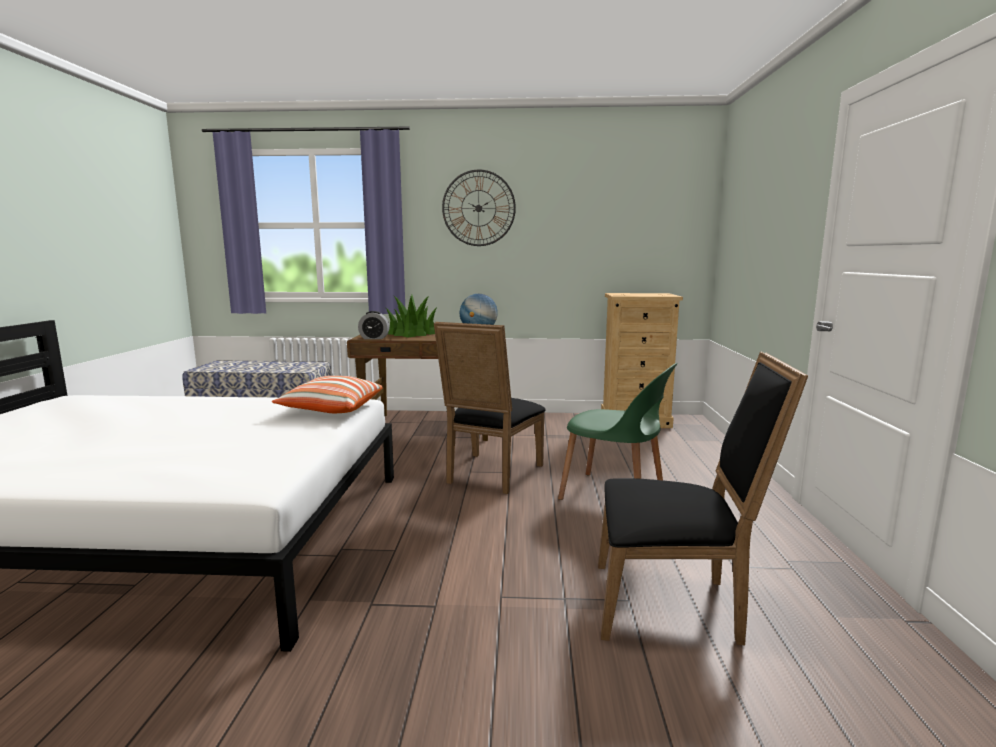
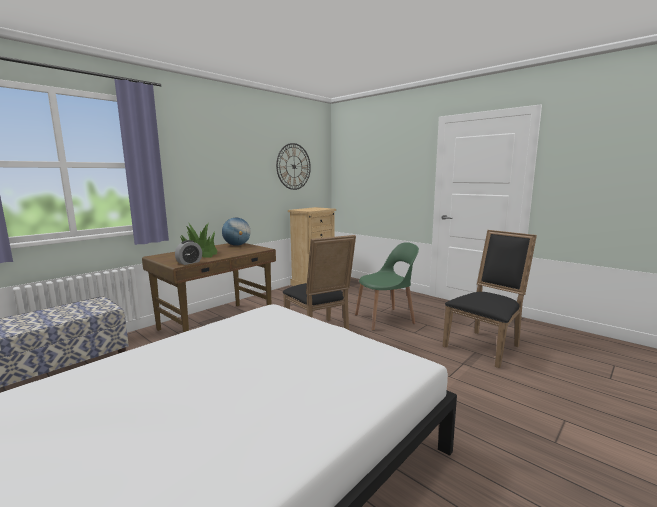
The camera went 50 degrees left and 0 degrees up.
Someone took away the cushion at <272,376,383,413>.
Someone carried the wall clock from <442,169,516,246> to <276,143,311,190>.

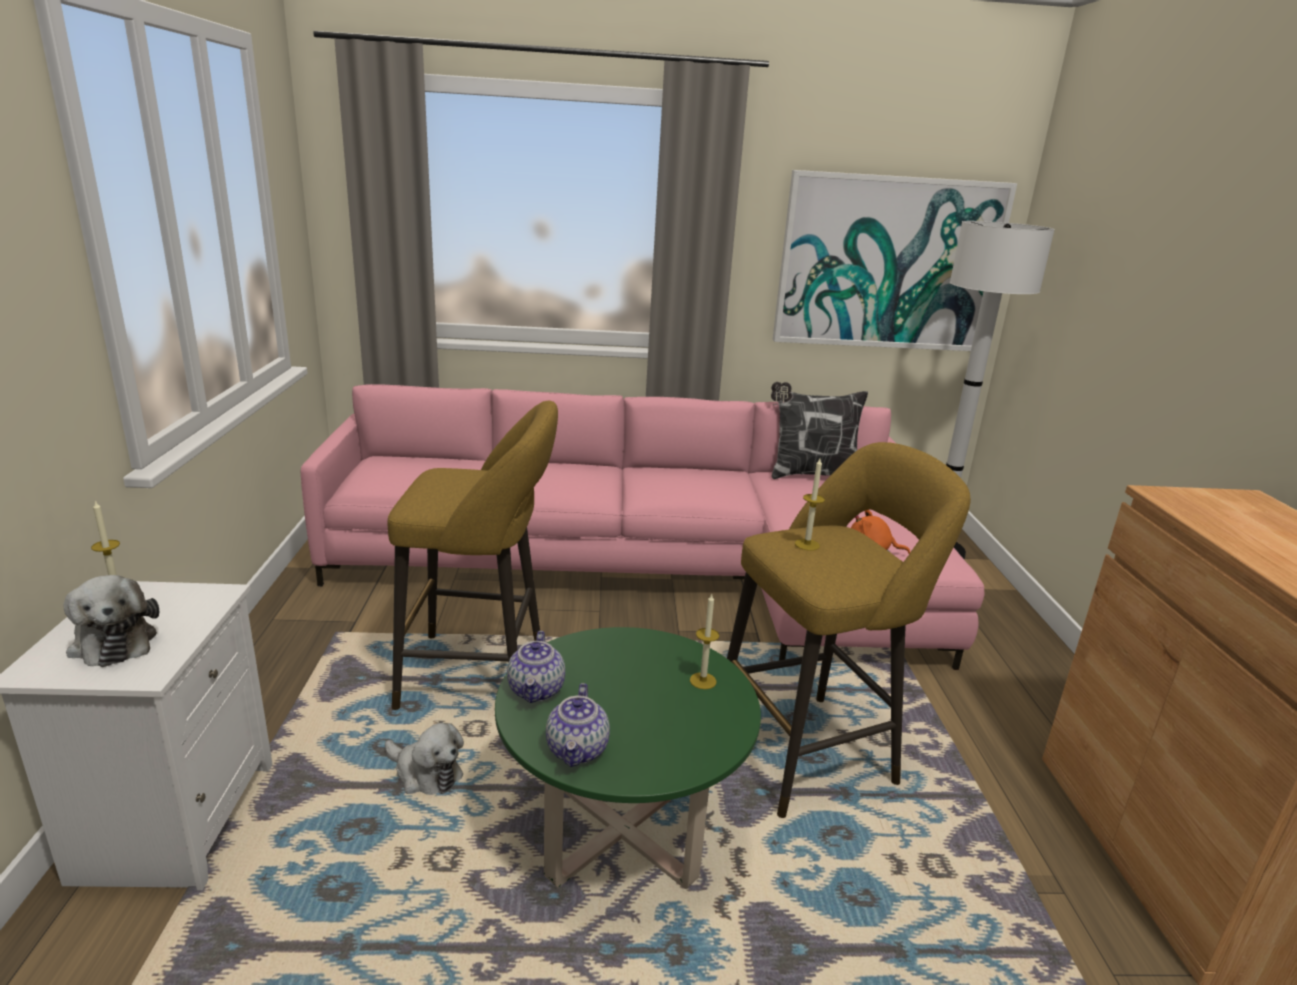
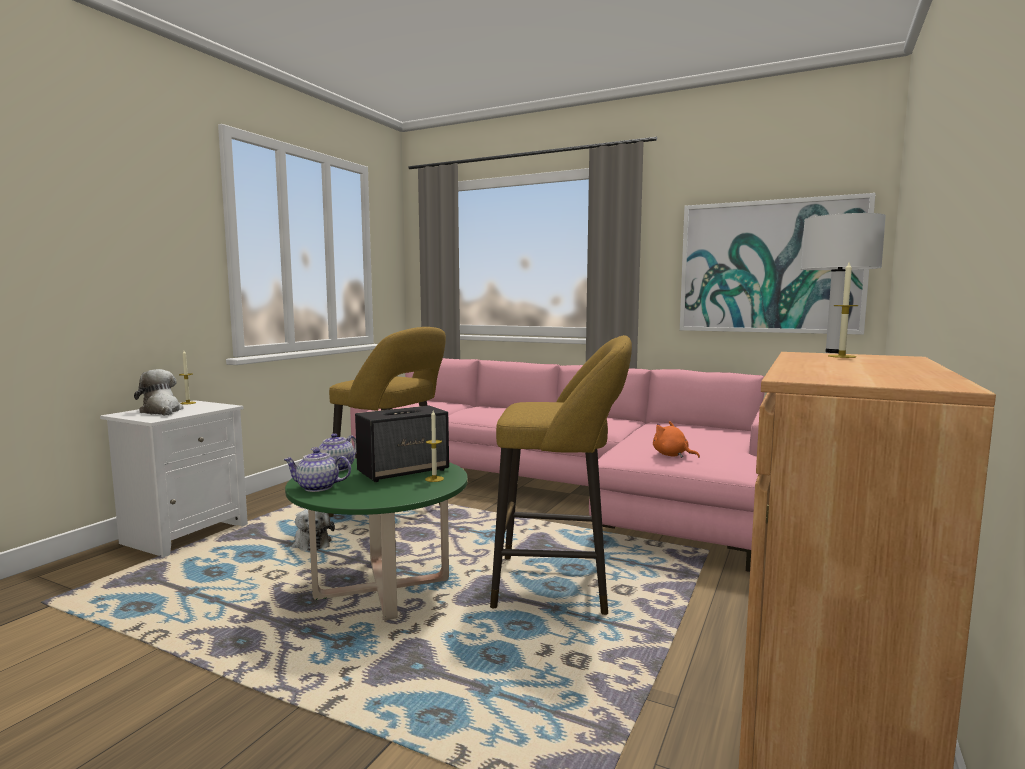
The camera went 30 degrees right and 15 degrees down.
Someone rotated the soft toy at <63,575,159,667> by 150 degrees clockwise.
Someone rotated the teapot at <546,683,610,767> by 60 degrees clockwise.
Someone took away the cushion at <771,382,868,479>.
Someone carried the candle from <795,459,825,551> to <828,262,858,358>.
Someone put down the loudspeaker at <355,405,449,482>.

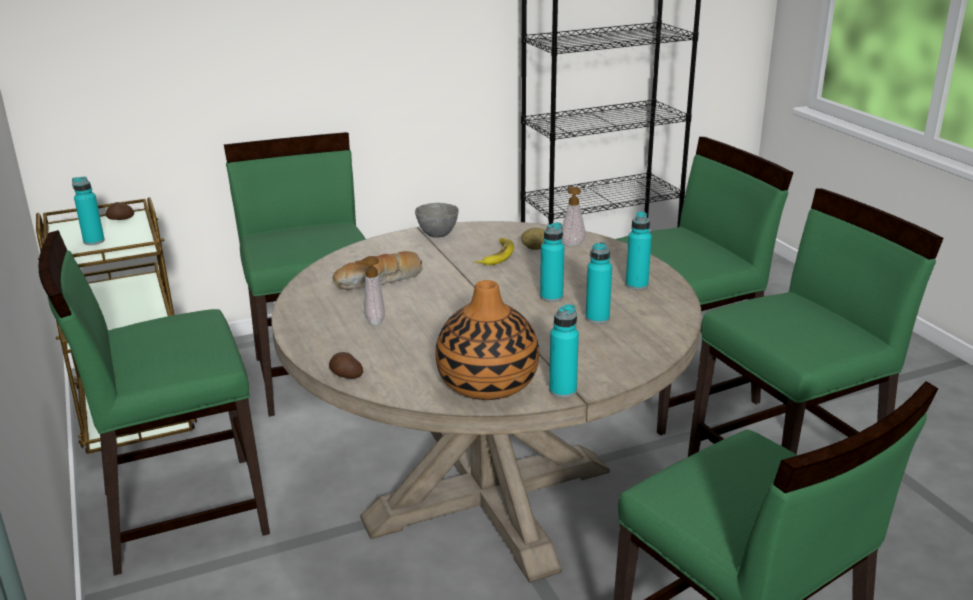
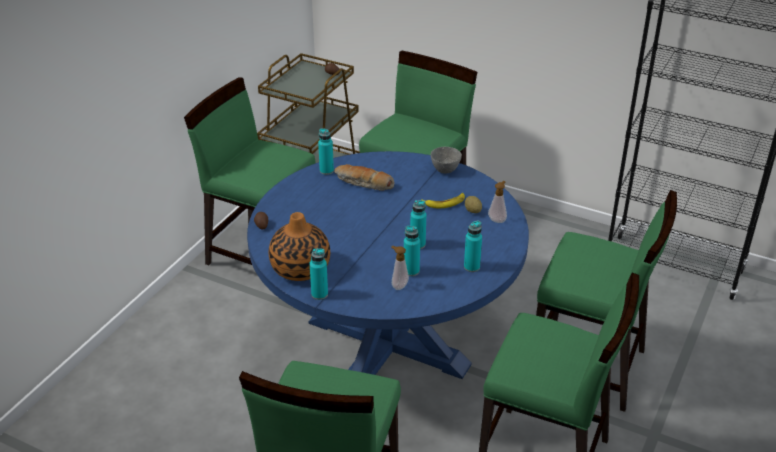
The camera went 50 degrees right and 10 degrees up.
Someone carried the beverage bottle in turquoise-coloured from <72,176,105,245> to <318,128,334,175>.
Someone repainted the kitchen table in sand-coloured at <272,221,702,583>, which became the kitchen table in blue-coloured at <247,151,529,379>.
Someone carried the liquid soap bottle from <355,256,385,326> to <391,245,409,290>.

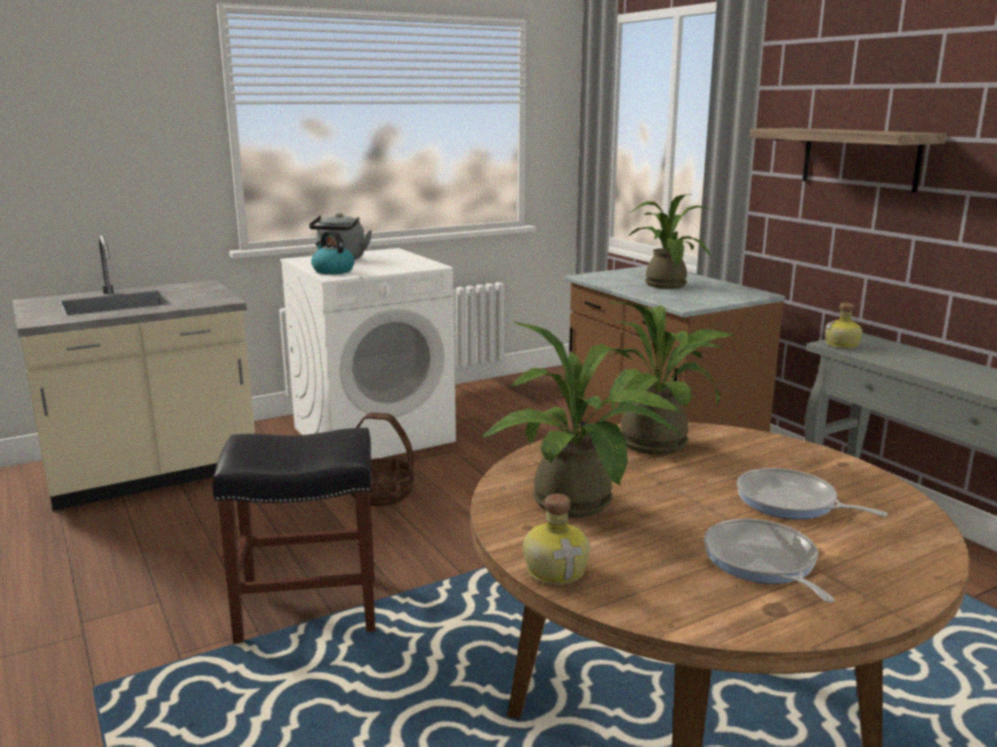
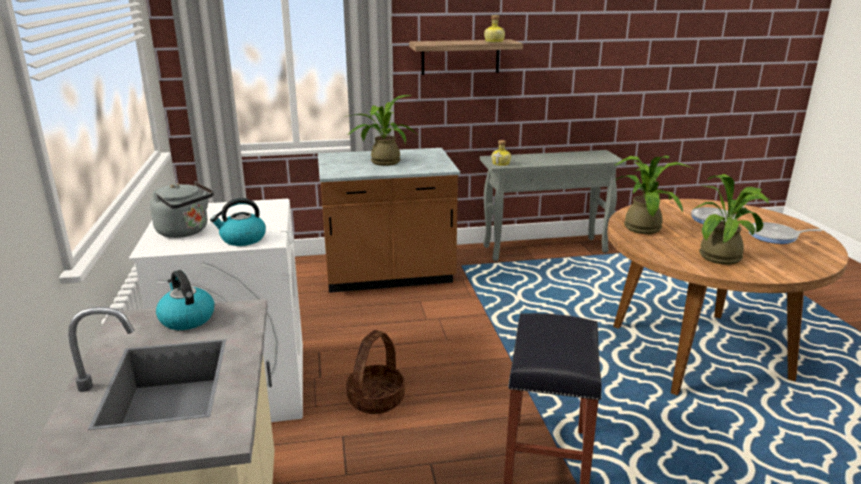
The camera went 70 degrees left and 5 degrees up.
Someone carried the beverage bottle from <523,494,590,585> to <484,15,505,43>.
Someone put down the tea kettle at <156,270,214,330>.

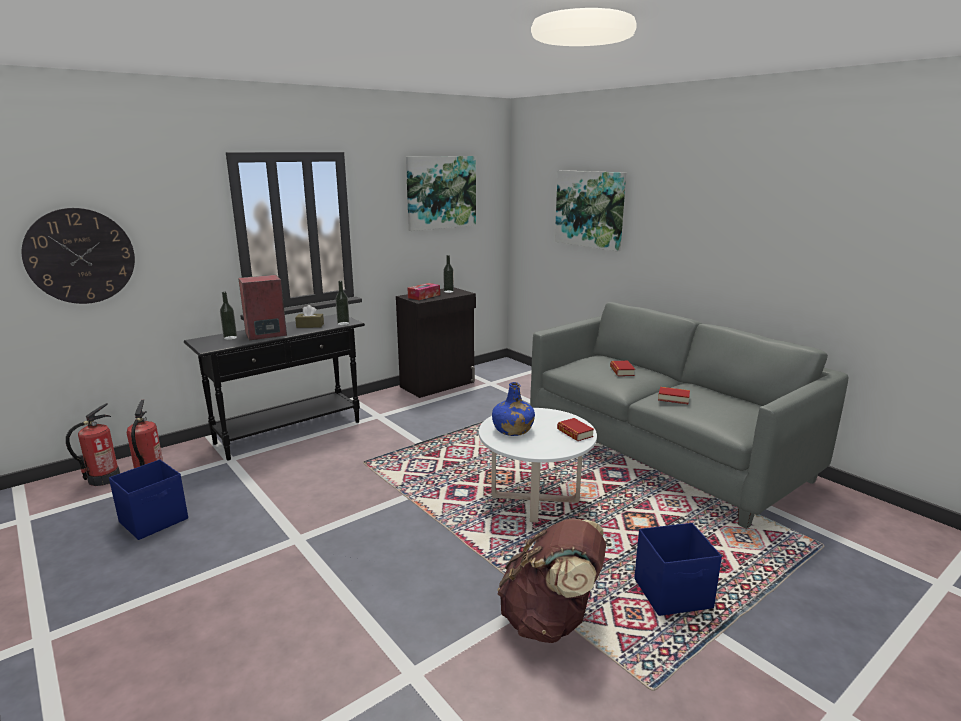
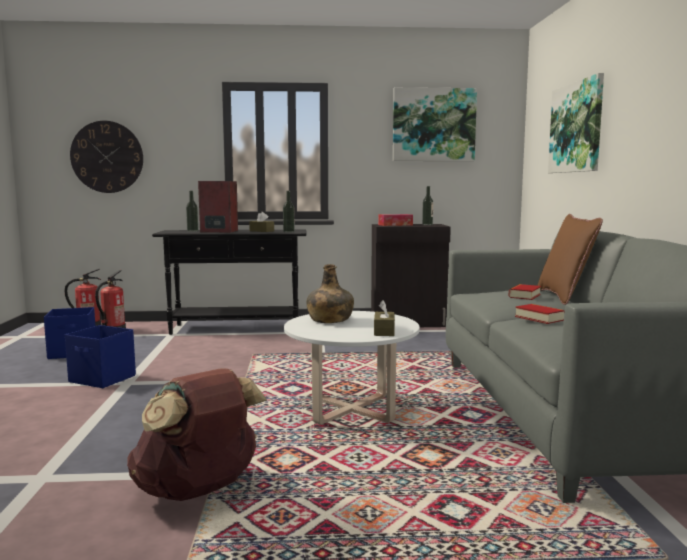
The camera went 35 degrees right and 10 degrees down.
Someone repainted the beverage bottle in blue-coloured at <492,382,535,436>, which became the beverage bottle in greenish at <307,264,354,323>.
Someone swapped the volume at <557,418,594,441> for the tissue box in brown-coloured at <374,300,395,336>.
Someone carried the storage bin in blue-coloured from <634,523,722,616> to <65,325,136,388>.
Someone put down the cushion in brown-coloured at <537,214,603,305>.

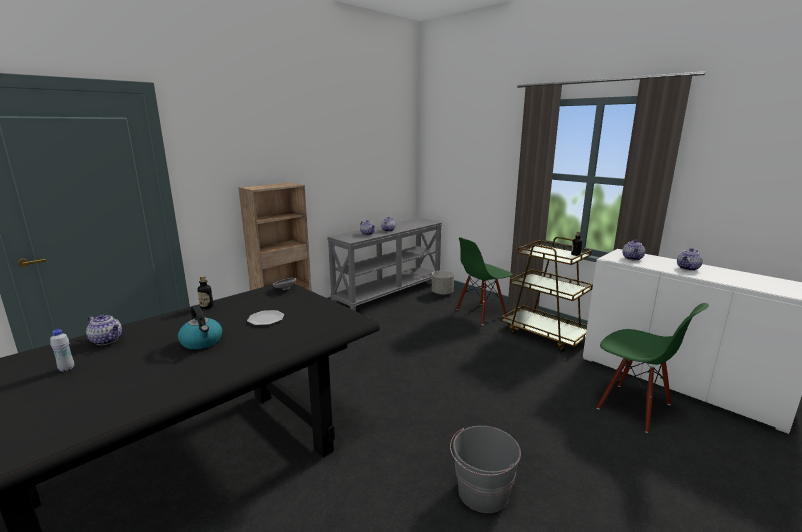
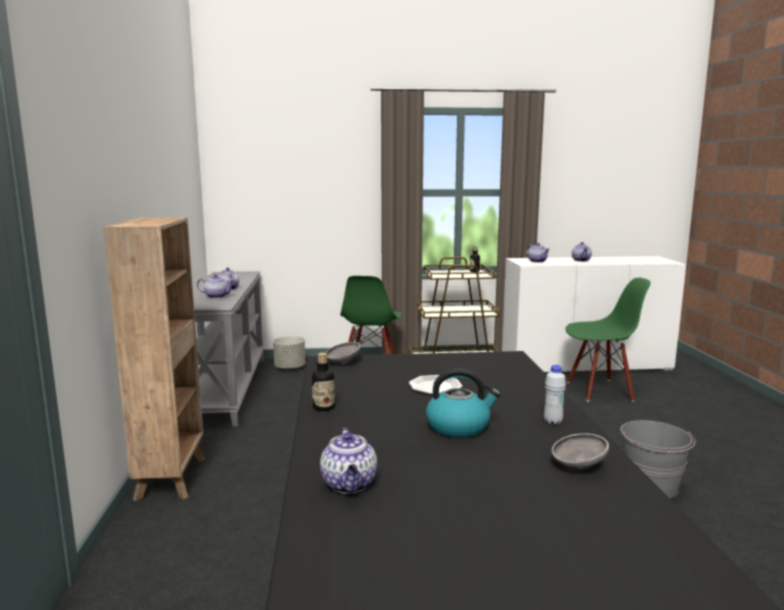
The camera went 50 degrees left and 5 degrees down.
Someone carried the beverage bottle in white from <50,329,75,372> to <544,365,566,425>.
Someone rotated the teapot at <86,314,122,345> by 105 degrees clockwise.
Someone put down the serving bowl in gray at <551,433,609,469>.

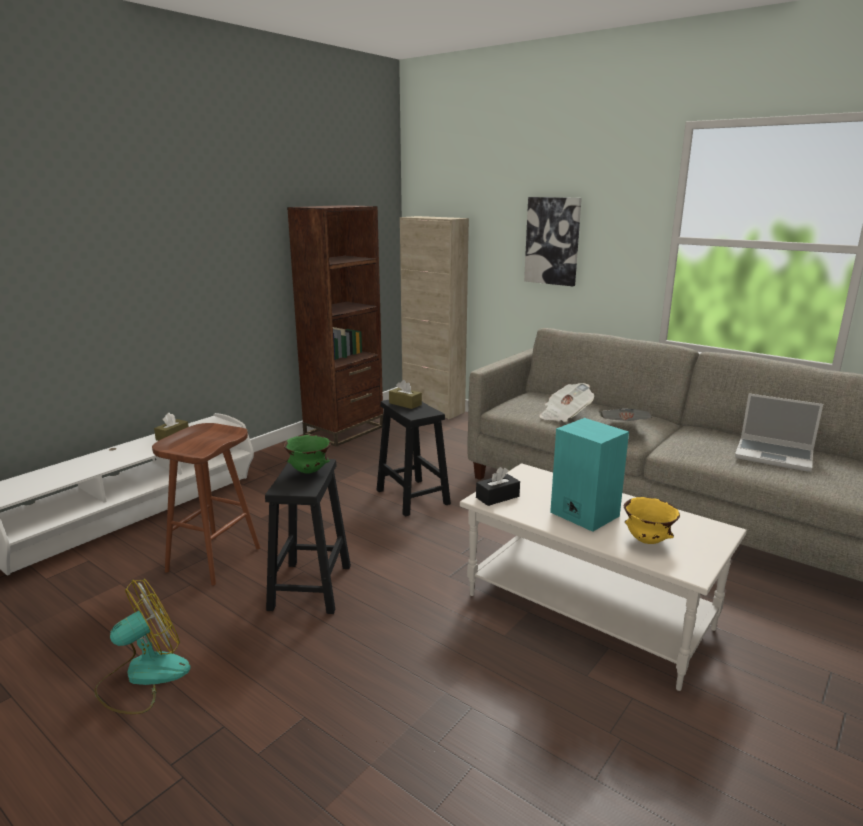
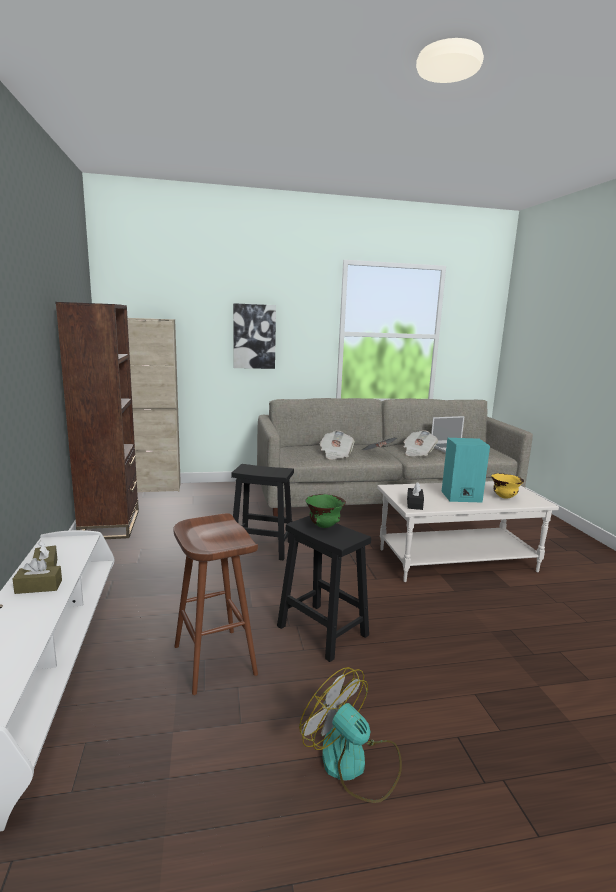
The camera went 50 degrees left and 5 degrees down.
Someone rotated the electric fan at <95,579,191,714> by 45 degrees counterclockwise.
Someone carried the tissue box in brown-coloured from <389,380,422,409> to <13,558,62,594>.
Someone put down the printed paper at <403,430,438,456>.

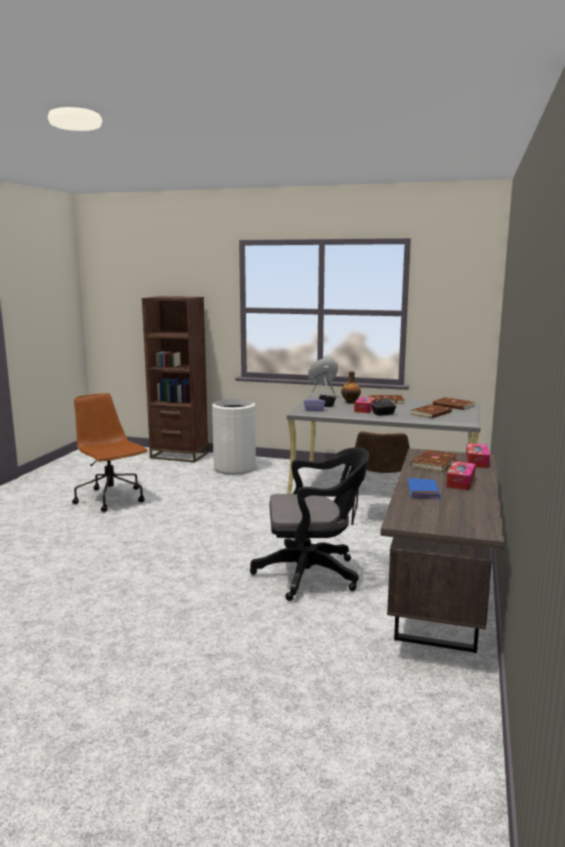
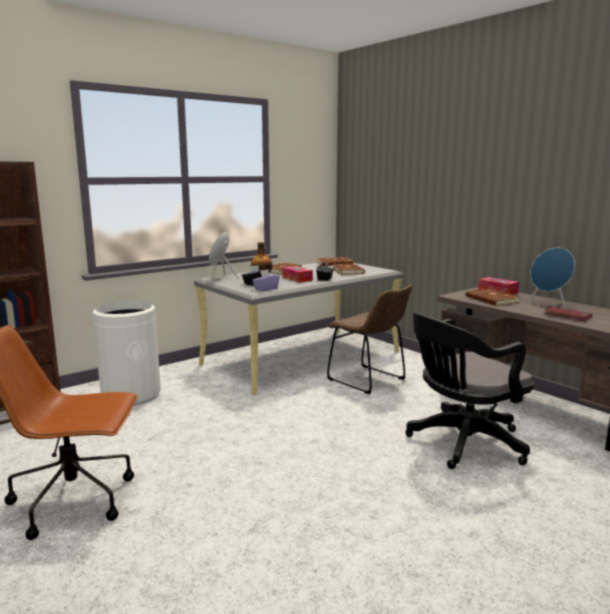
The camera went 55 degrees left and 0 degrees up.
Someone rotated the computer chair in blackish at <250,447,369,601> by 150 degrees counterclockwise.
Someone repainted the volume in blue-coloured at <408,478,440,499>, which became the volume in red at <544,306,592,322>.
Someone swapped the tissue box at <446,461,476,490> for the loudspeaker in blue-coloured at <529,248,575,309>.

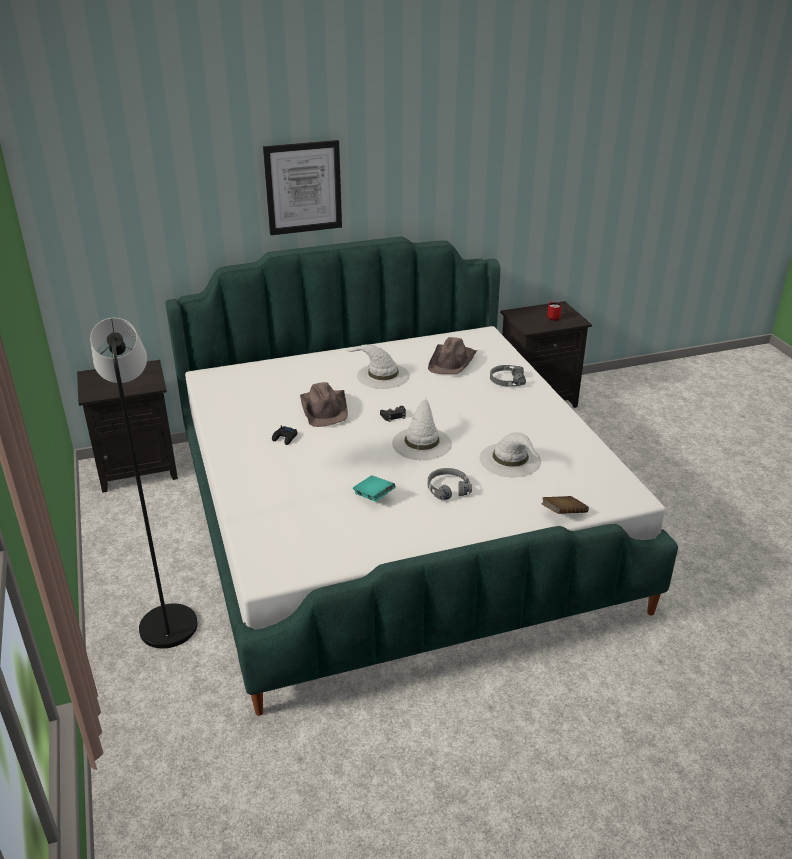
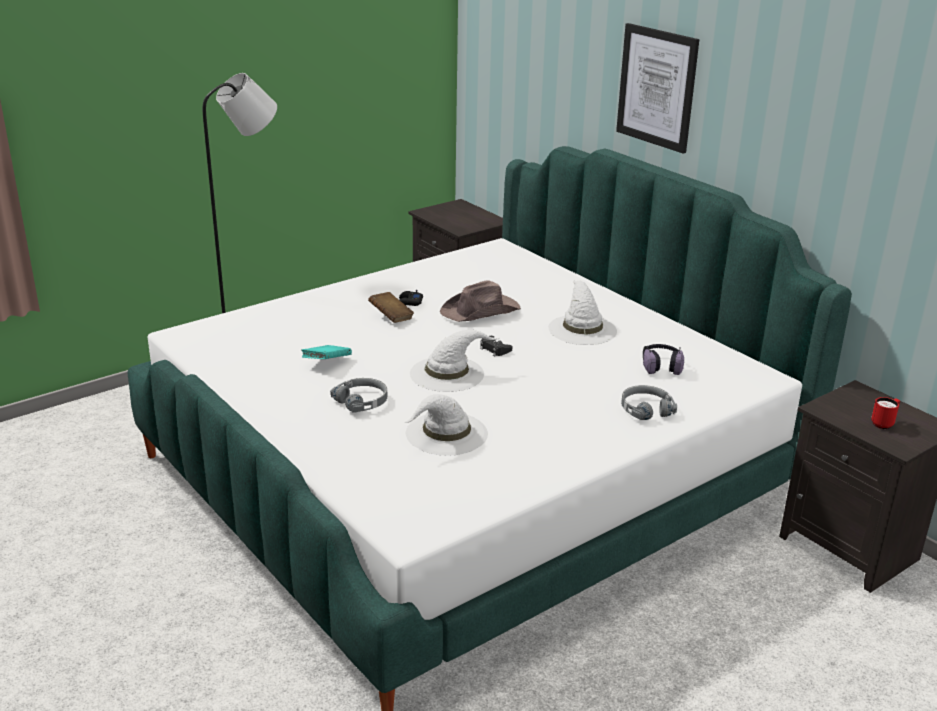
The camera went 70 degrees right and 5 degrees down.
Someone swapped the wearable hat in brown-coloured at <428,337,477,374> for the pair of headphones at <643,344,684,375>.
Someone carried the volume in brown-coloured from <541,496,589,514> to <368,292,414,323>.

